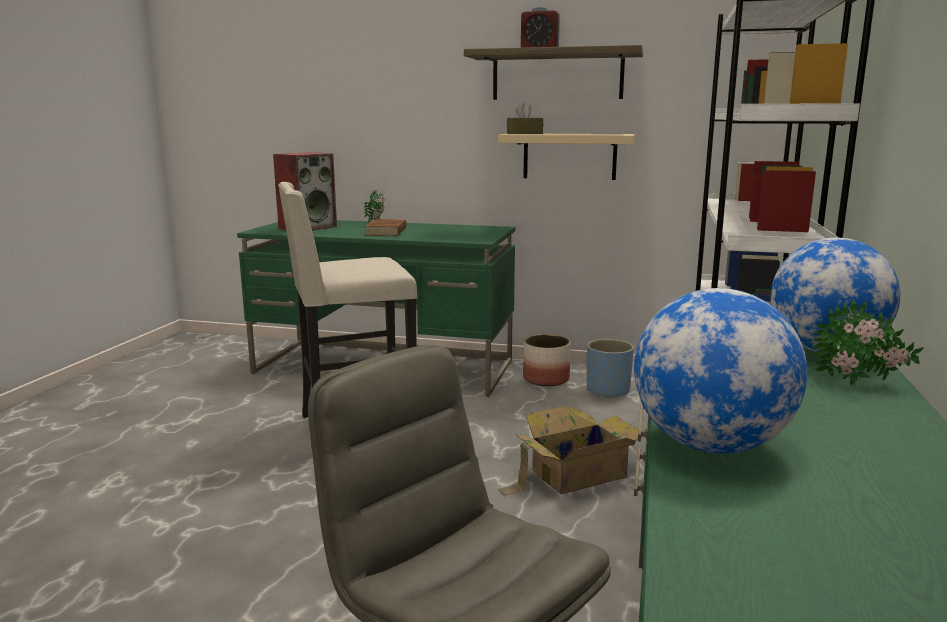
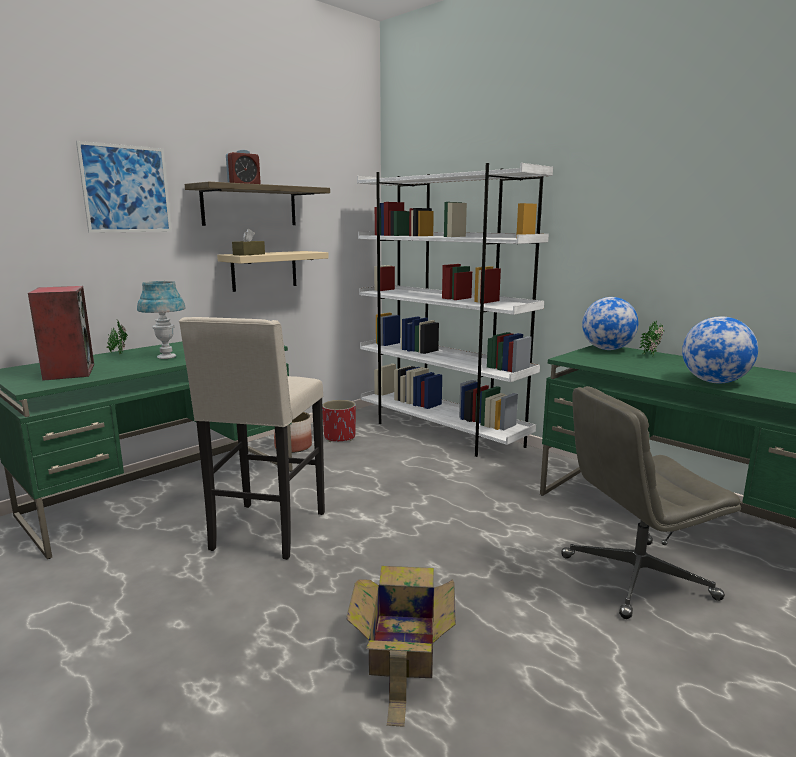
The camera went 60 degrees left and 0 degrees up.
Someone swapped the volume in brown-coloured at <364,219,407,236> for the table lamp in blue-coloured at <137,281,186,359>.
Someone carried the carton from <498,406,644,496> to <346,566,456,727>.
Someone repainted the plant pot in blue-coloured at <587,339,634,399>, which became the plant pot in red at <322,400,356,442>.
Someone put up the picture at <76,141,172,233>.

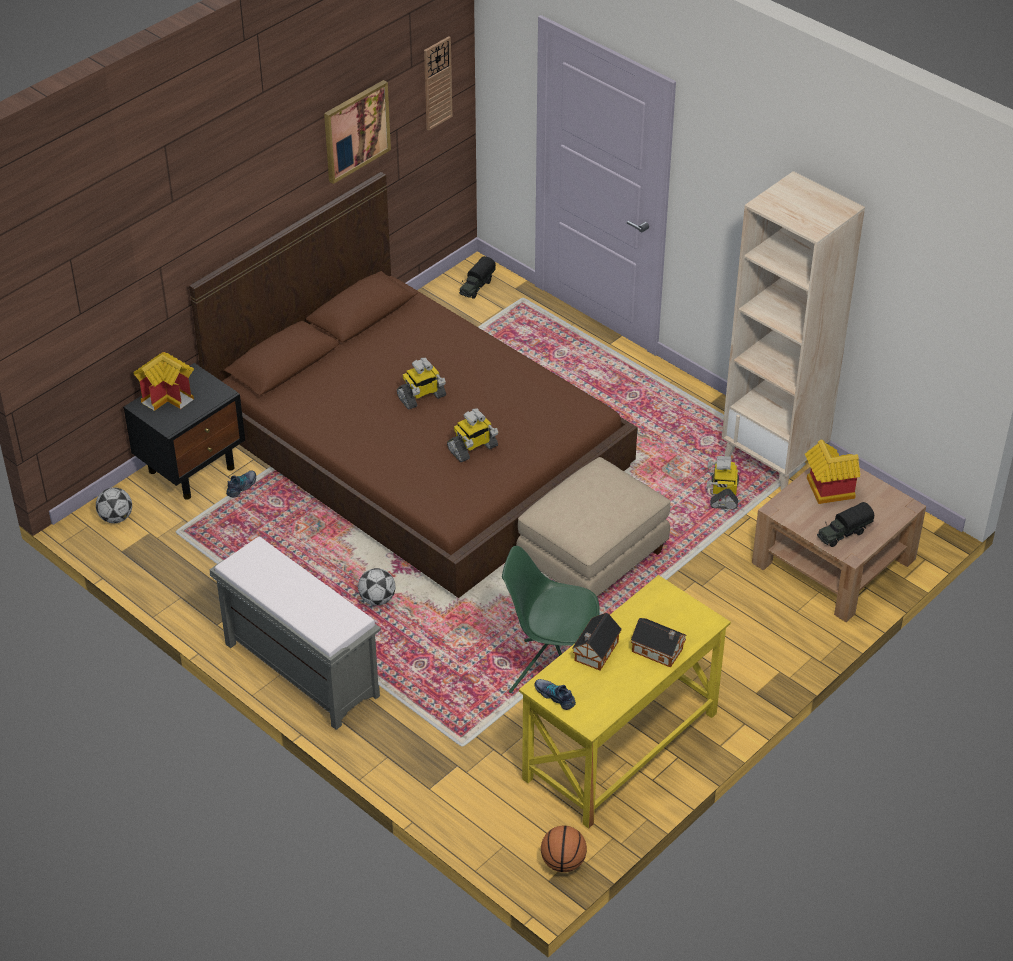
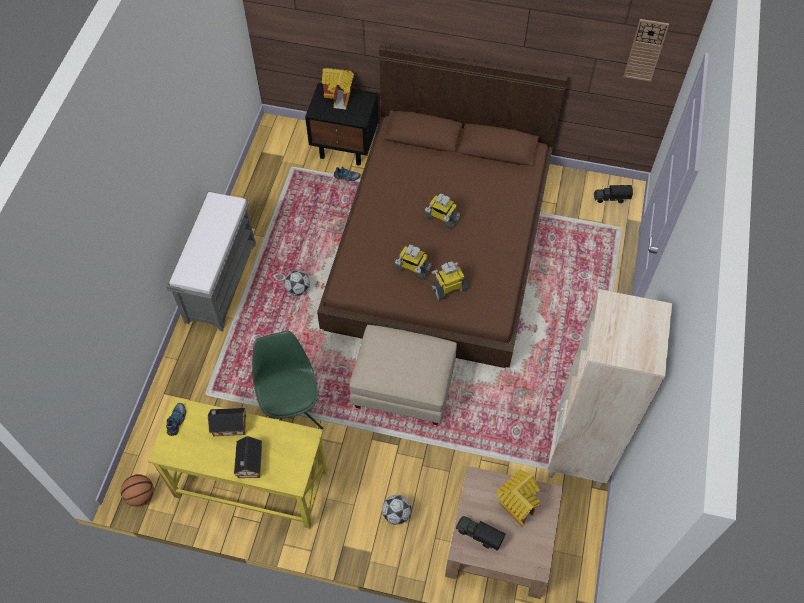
The camera went 60 degrees right and 15 degrees up.
Someone carried the ball for football from <96,487,132,523> to <382,495,411,525>.
Someone took away the picture at <324,80,391,184>.
Someone carried the robot figure from <707,456,739,510> to <431,261,468,300>.

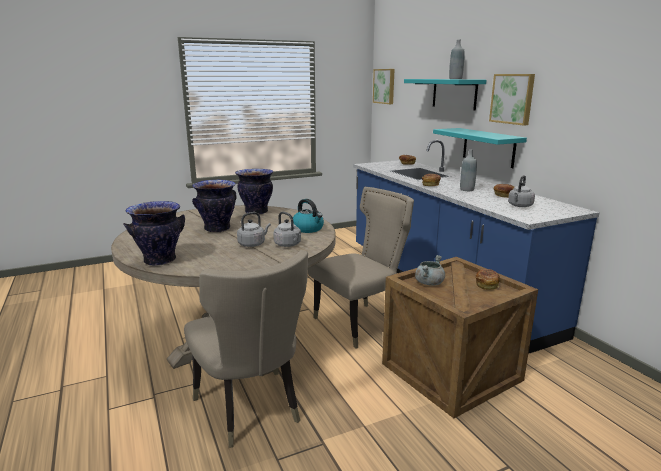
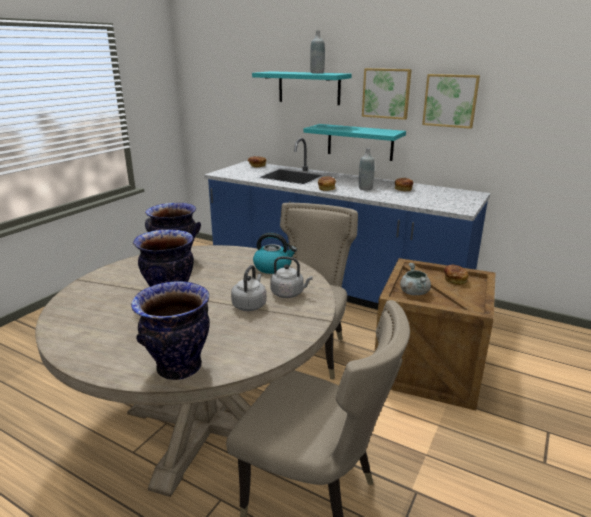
The camera went 35 degrees left and 5 degrees up.
Someone carried the picture from <373,69,395,104> to <422,74,480,129>.
Someone took away the tea kettle in gray at <508,175,535,207>.

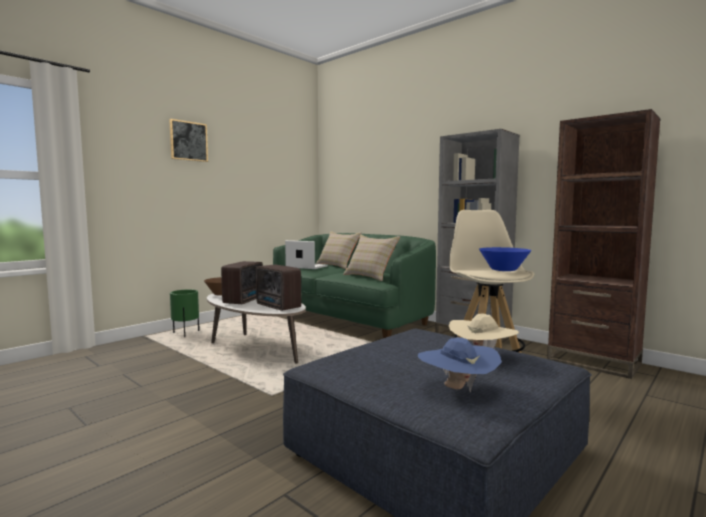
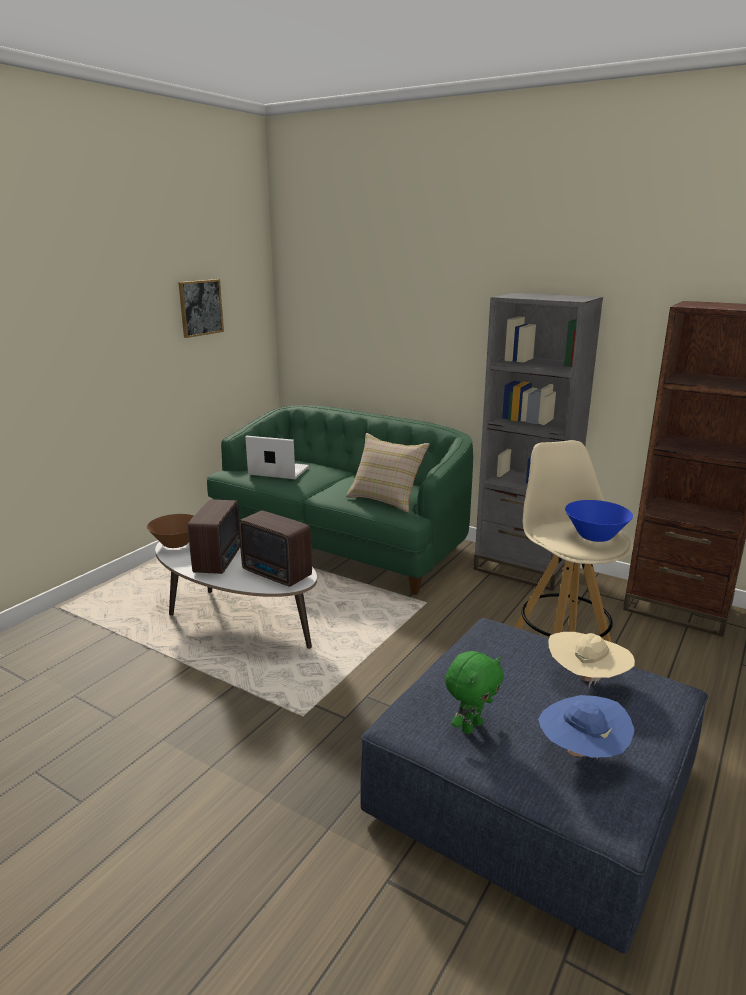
The camera went 10 degrees left and 15 degrees up.
Someone carried the picture from <169,119,208,162> to <178,279,224,338>.
Someone took away the plant pot in greenish at <170,289,199,337>.
Someone took away the cushion in sand-coloured at <316,231,362,269>.
Someone put down the soft toy in greenish at <445,651,504,734>.

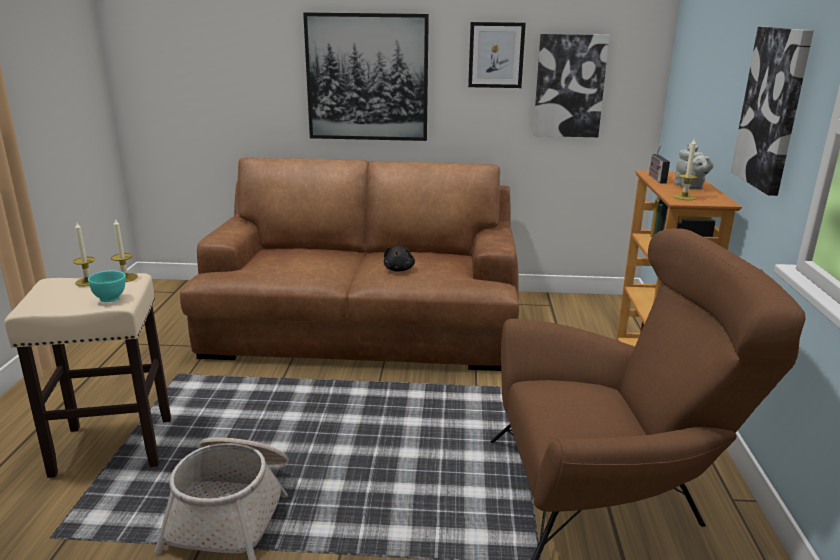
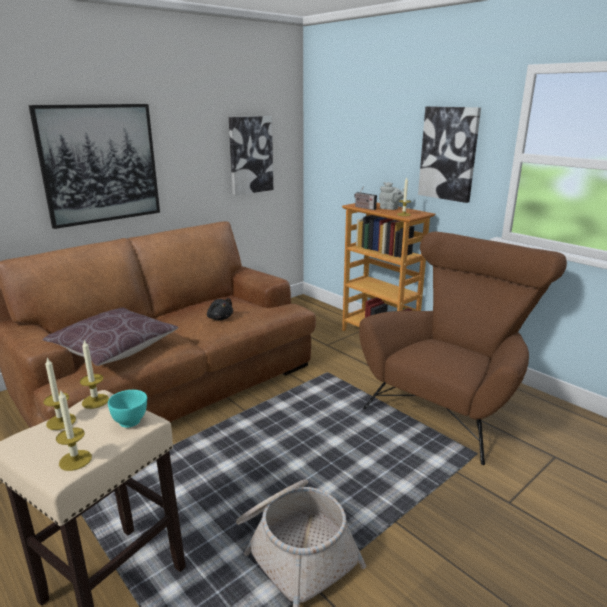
The camera went 45 degrees left and 0 degrees up.
Someone took away the picture at <468,22,526,88>.
Someone put down the cushion in brown-coloured at <42,308,179,366>.
Someone put down the candle at <56,389,92,471>.

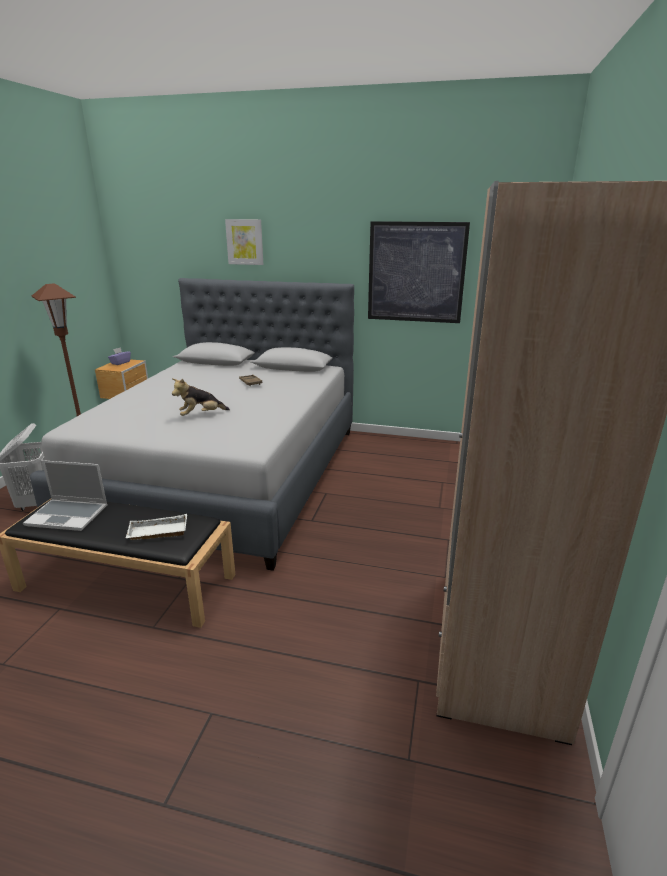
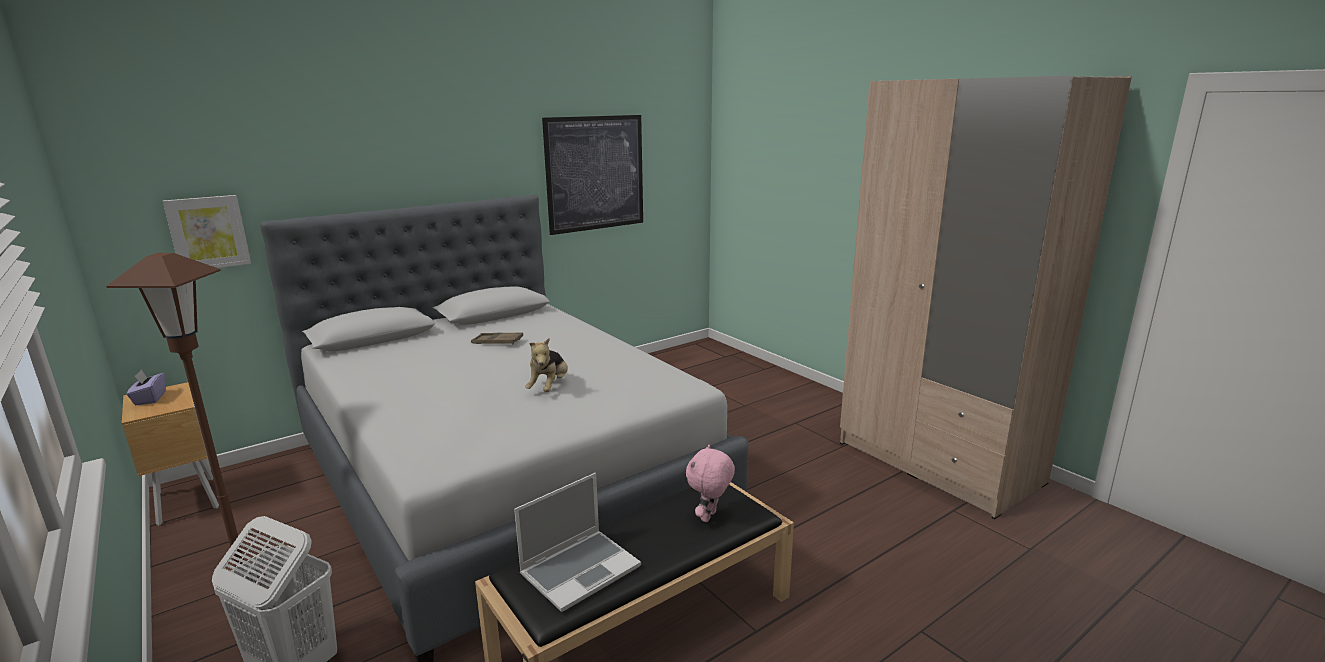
The camera went 50 degrees left and 5 degrees down.
Someone swapped the tray in white at <126,514,187,540> for the soft toy in pink at <686,444,735,522>.
Someone carried the picture from <225,219,263,265> to <163,195,251,268>.

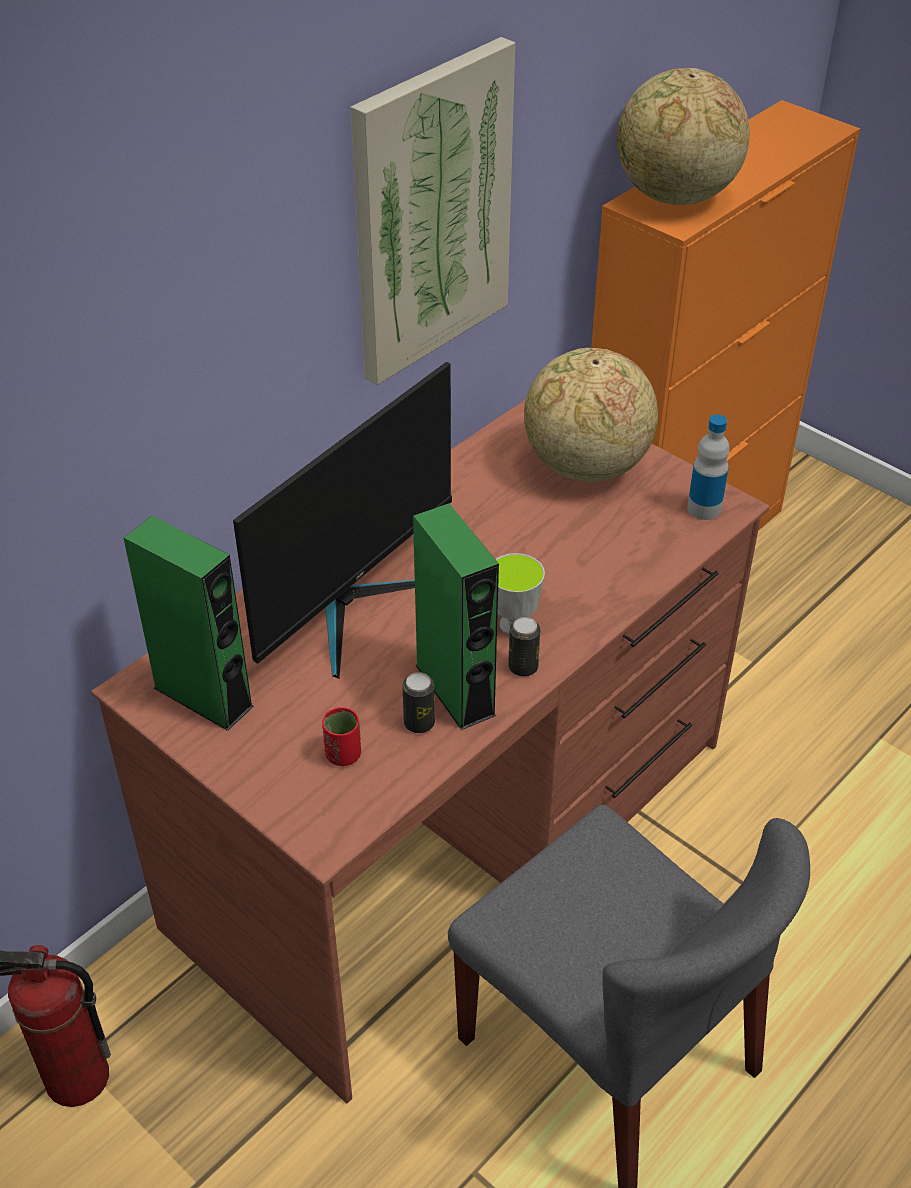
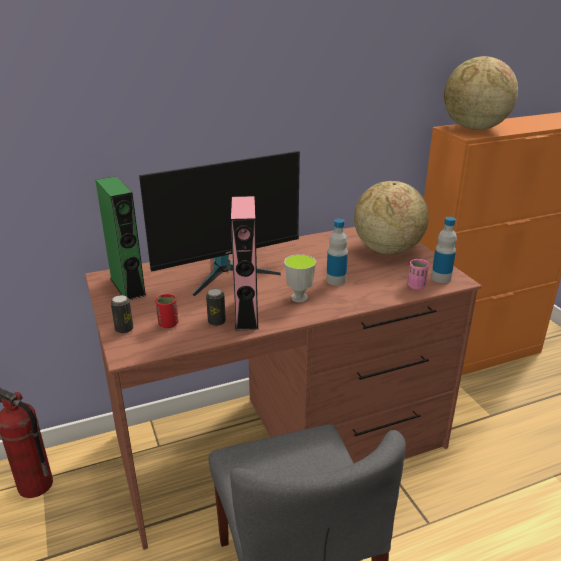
The camera went 25 degrees right and 15 degrees down.
Someone took away the picture at <351,37,515,385>.
Someone repainted the loudspeaker in greenish at <413,503,499,730>, which became the loudspeaker in pink at <231,196,259,331>.
Someone carried the metal can from <508,617,540,677> to <111,295,133,334>.
Someone put down the beverage bottle at <326,219,348,286>.
Someone put down the cup in pink at <407,259,429,290>.

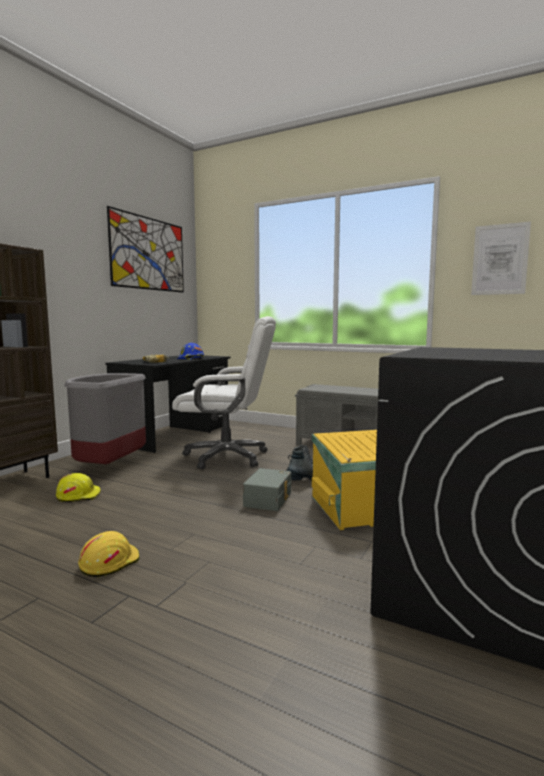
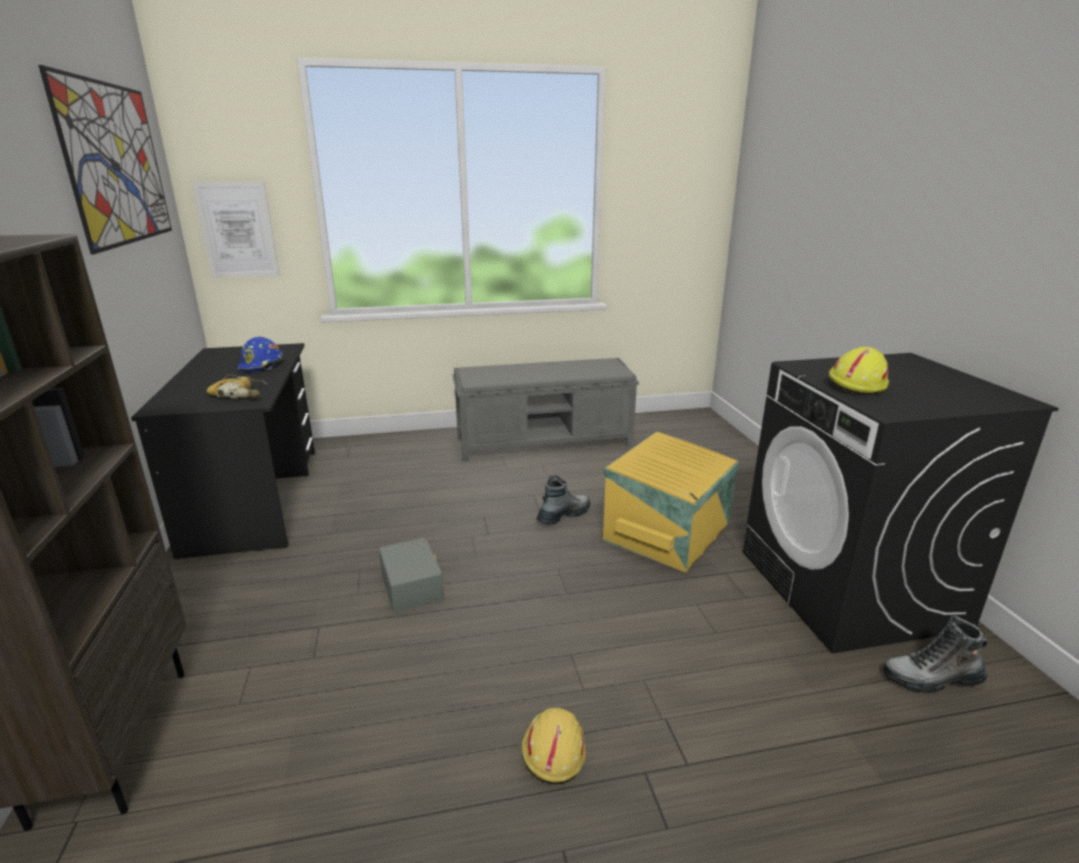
The camera went 40 degrees left and 15 degrees up.
Someone carried the safety helmet in yellowish from <56,473,101,502> to <829,347,889,396>.
Someone took away the trash can in gray at <64,373,146,464>.
Someone took away the computer chair in white at <172,316,276,470>.
Someone carried the storage bin in gray from <243,468,291,511> to <379,538,444,613>.
Someone carried the picture from <471,222,531,295> to <192,182,280,278>.
Someone put down the high-top boot at <882,616,987,693>.

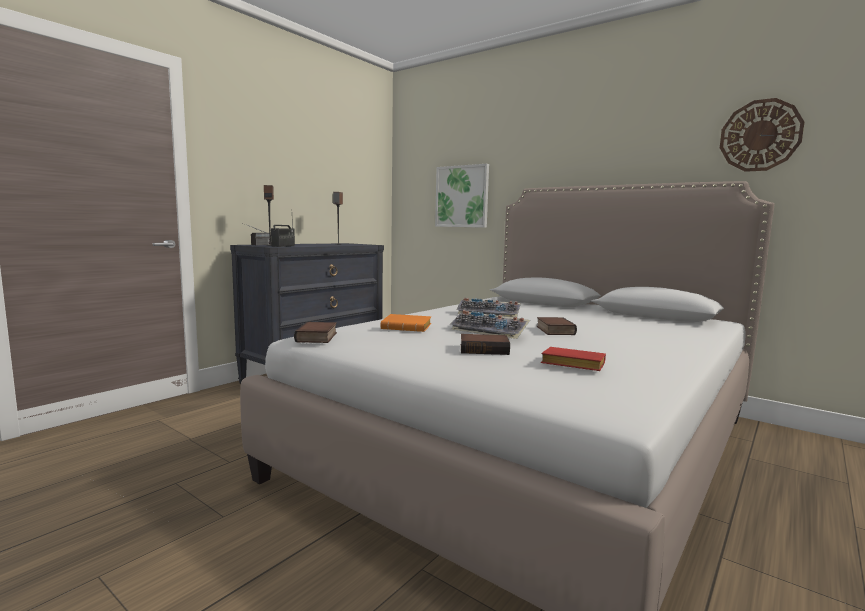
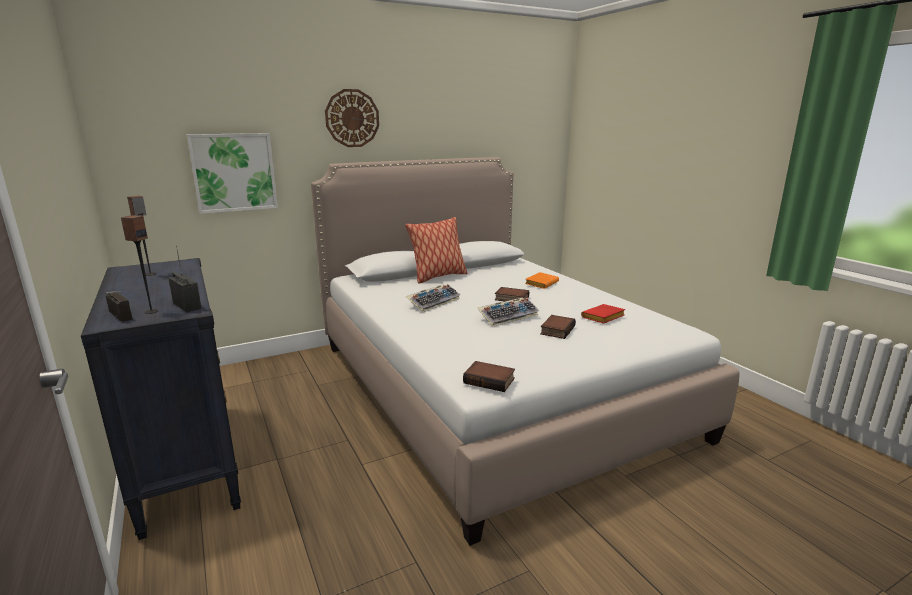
The camera went 65 degrees left and 10 degrees up.
Someone carried the volume in orange from <381,314,431,332> to <525,272,559,289>.
Someone carried the wall clock from <720,98,804,172> to <325,89,379,147>.
Someone put down the cushion at <405,217,467,284>.

